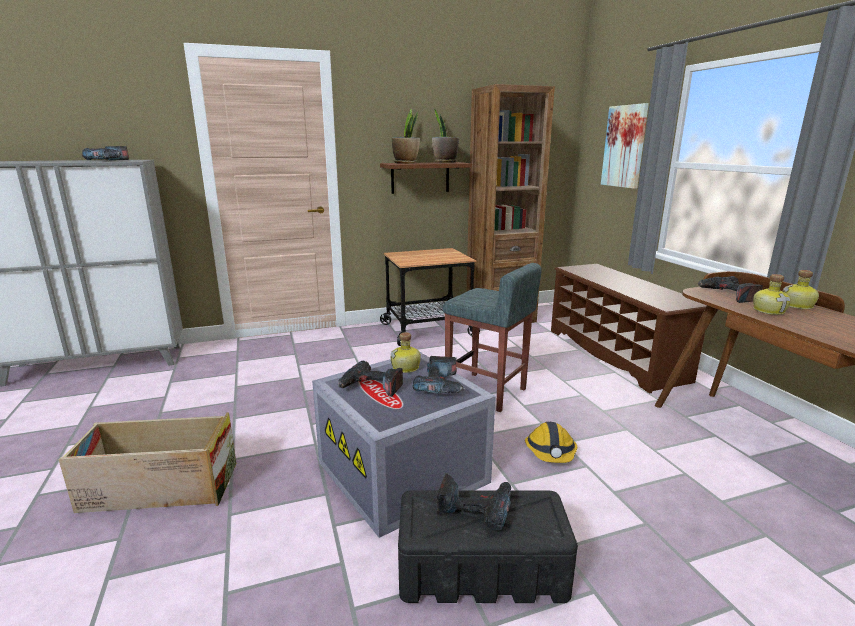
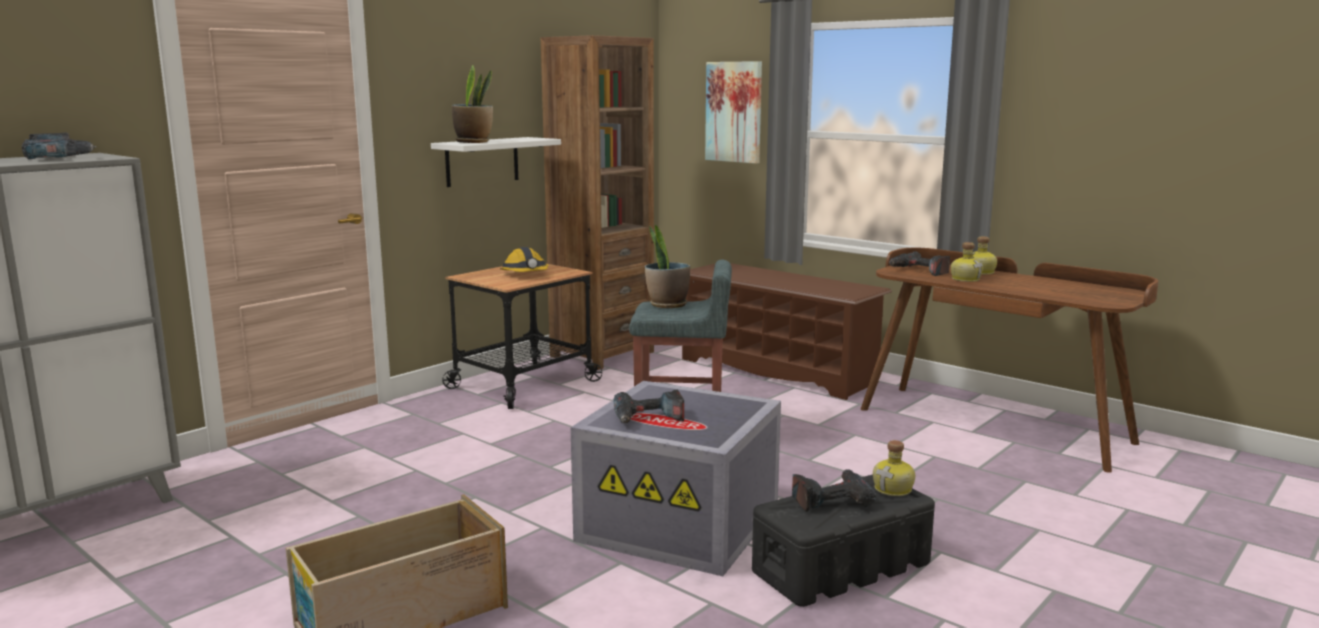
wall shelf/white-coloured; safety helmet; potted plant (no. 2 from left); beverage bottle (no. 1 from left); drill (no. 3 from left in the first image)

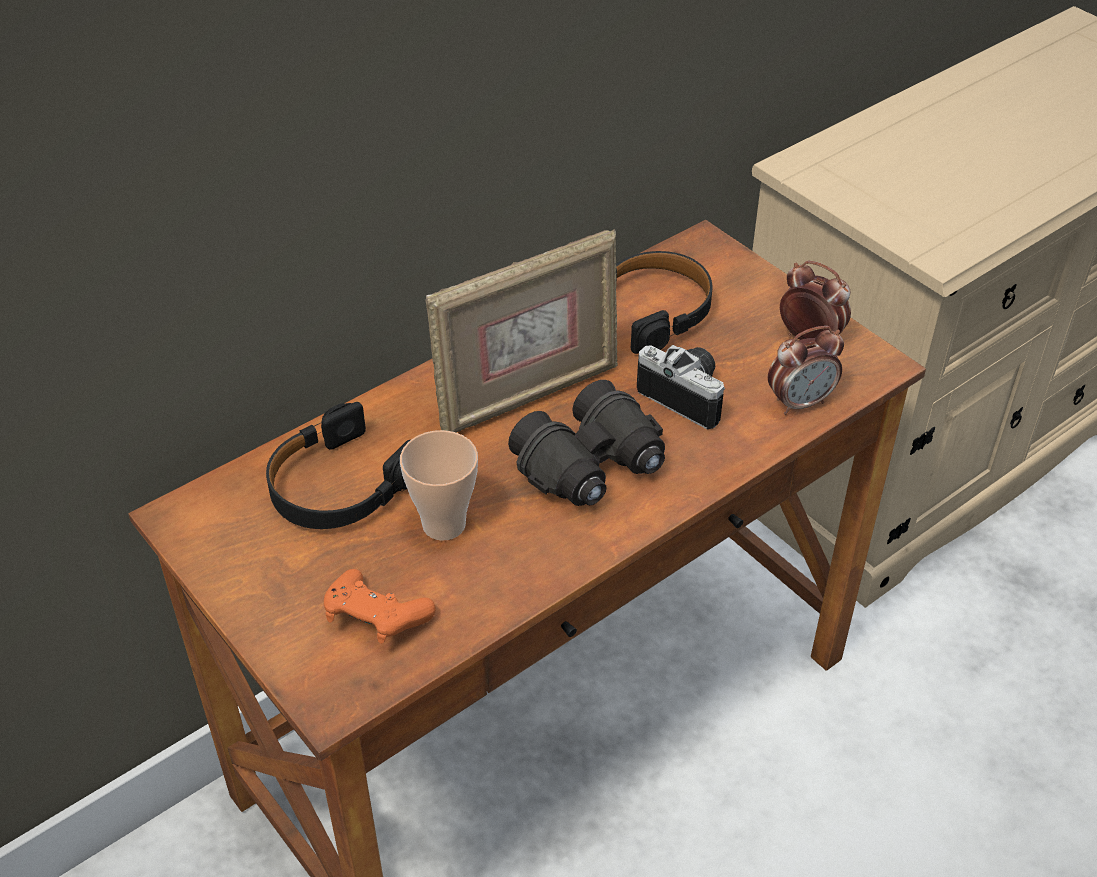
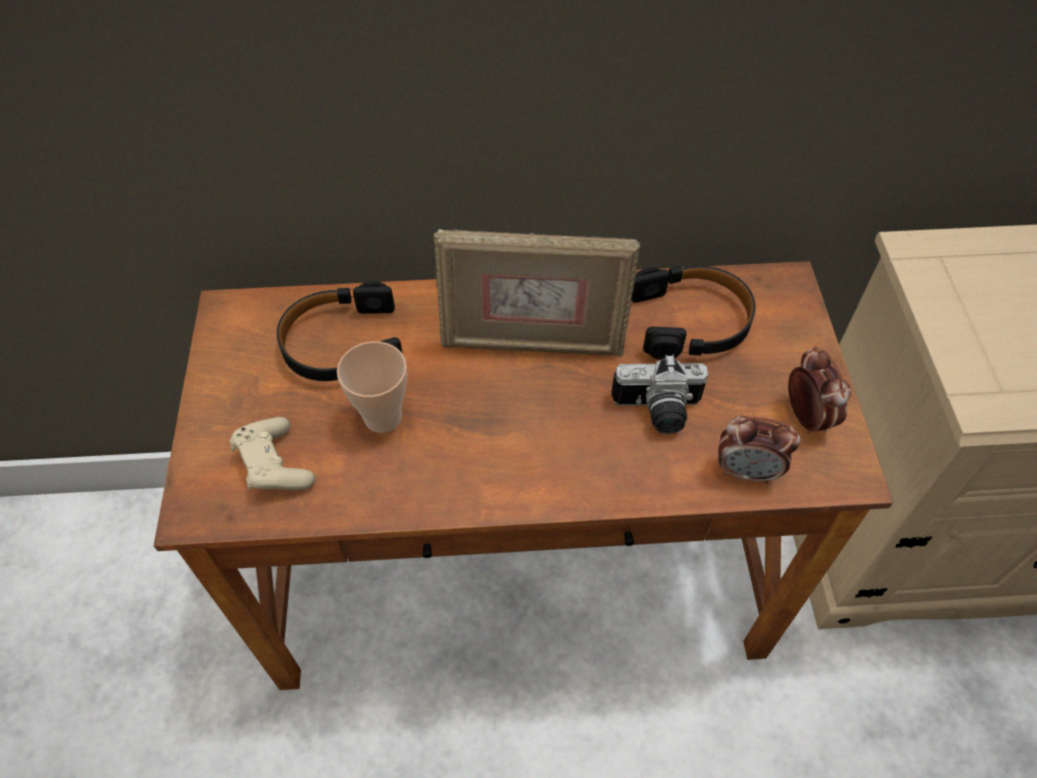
gamepad/beige-coloured; still camera; binoculars/black-coloured

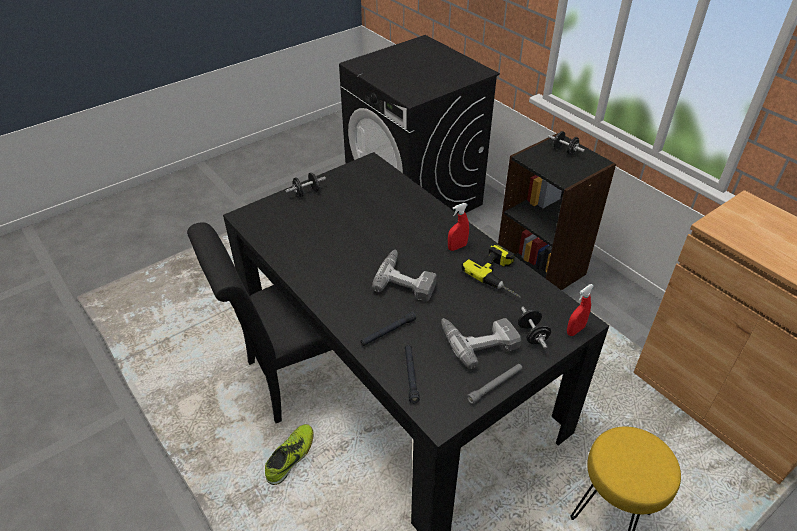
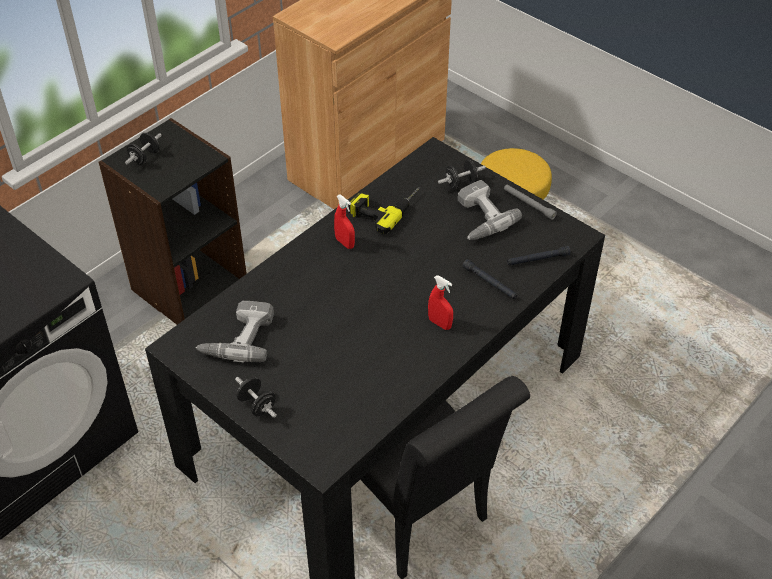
drill (no. 1 from left); hand sprayer/reddish (no. 2 from left); item of footwear

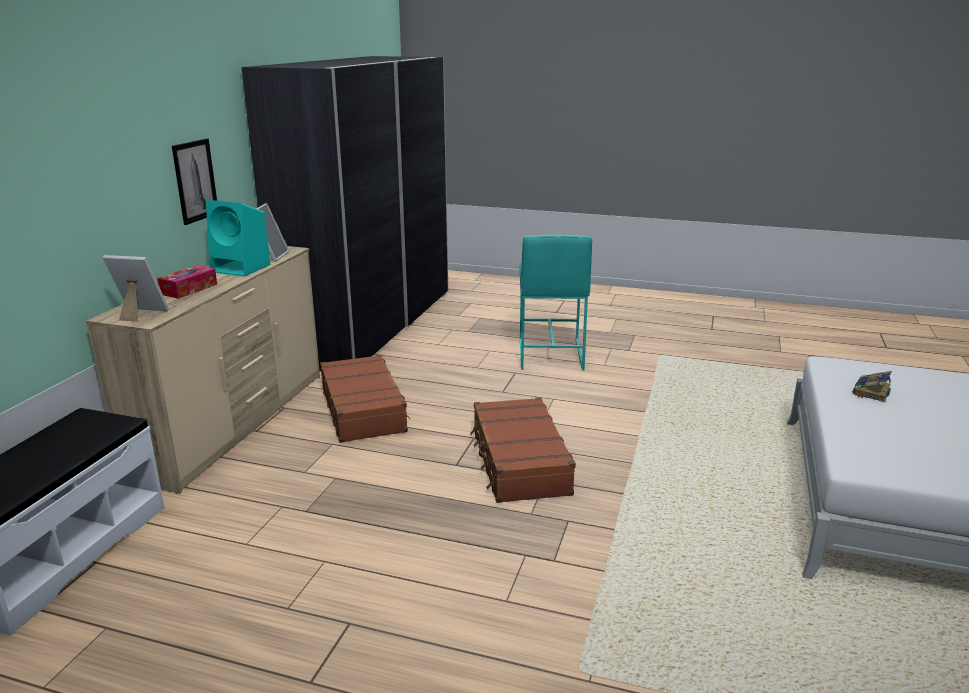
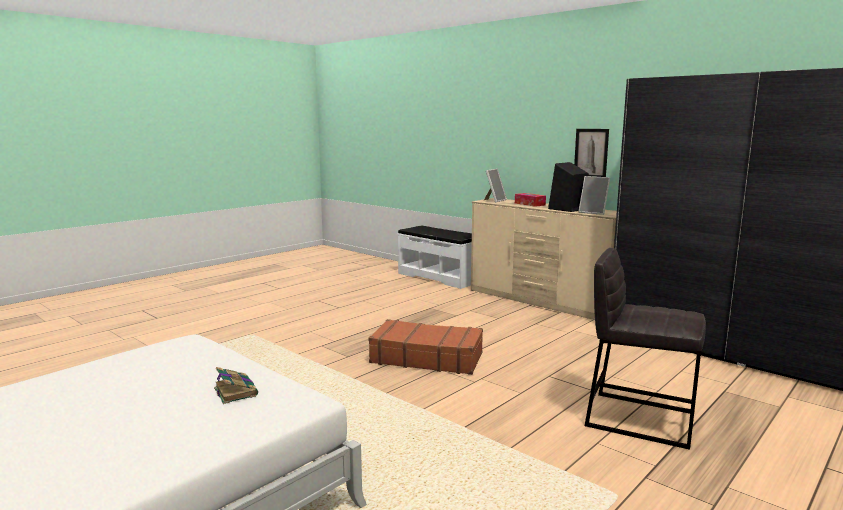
loudspeaker/black-coloured; stool/greyish; suitcase/brownish (no. 1 from left in the first image)

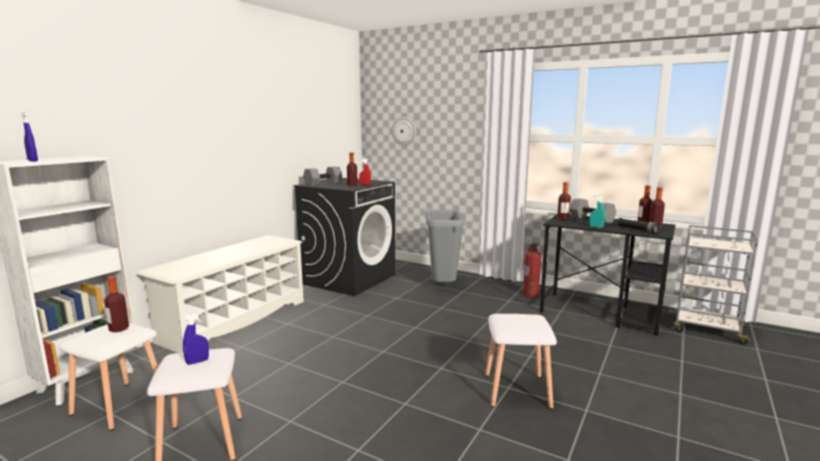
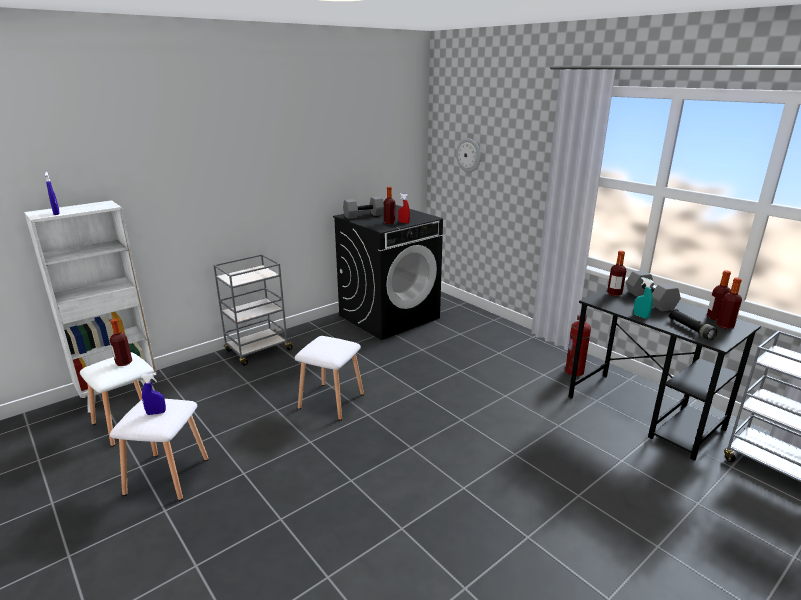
cart/greyish (no. 1 from left); stool/white-coloured (no. 3 from left); rubbish bin/greyish

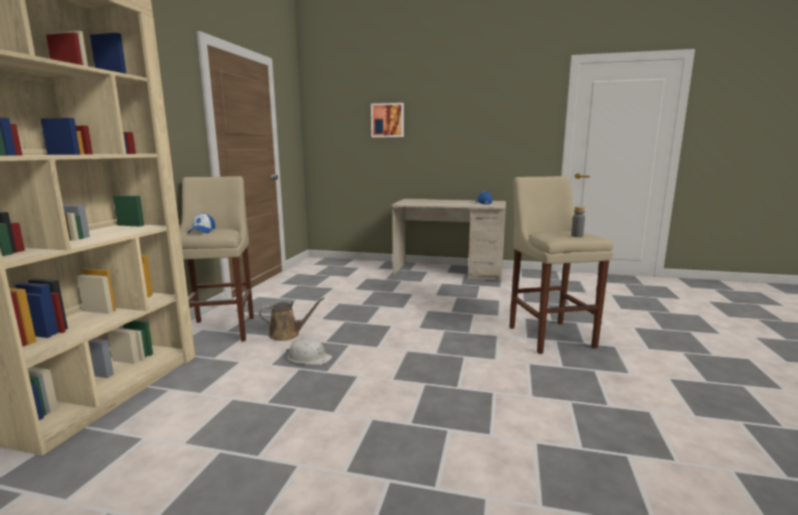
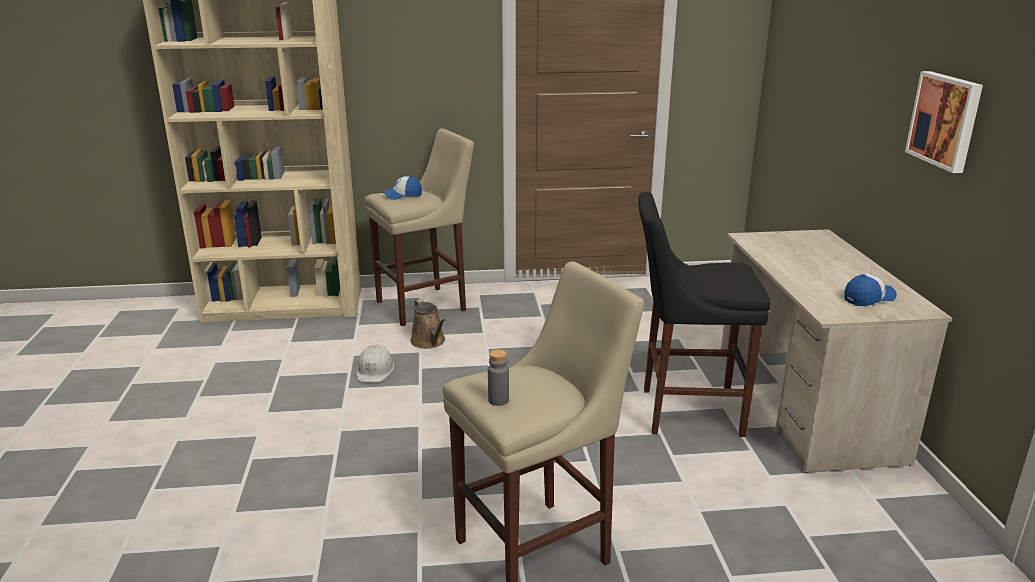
stool/black-coloured; wall art

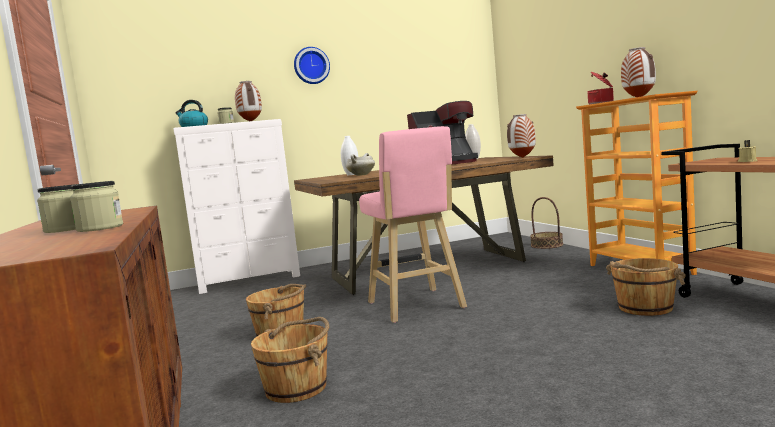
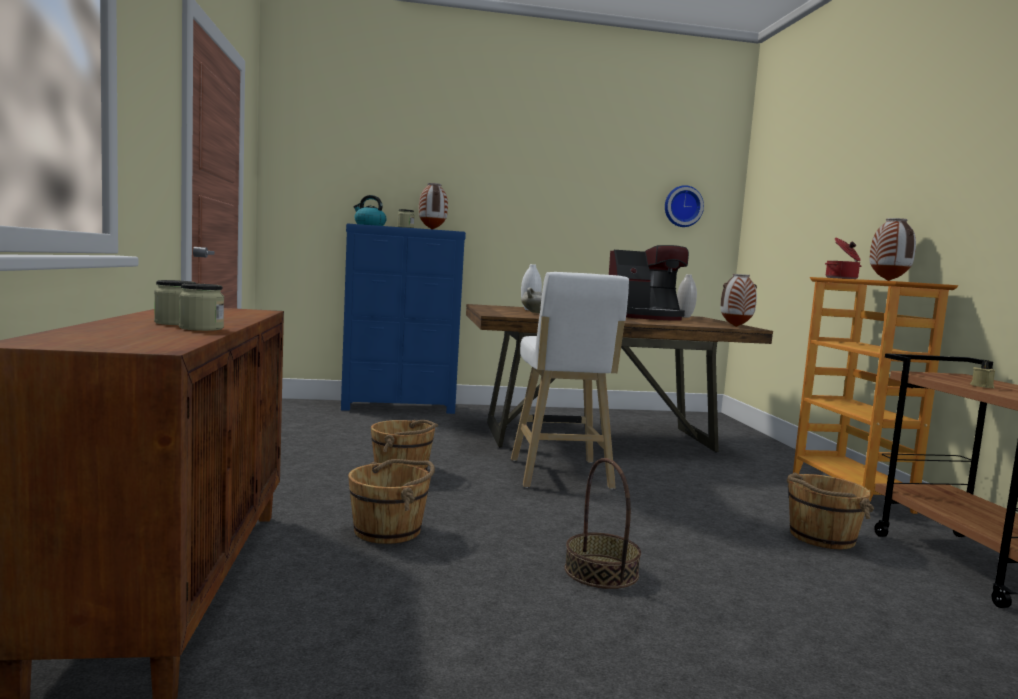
dresser/blue-coloured; stool/white-coloured; household basket; clock on the wall

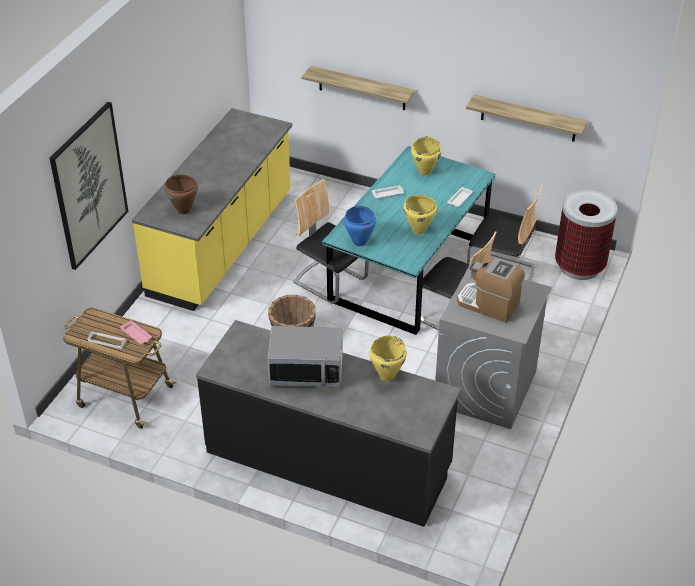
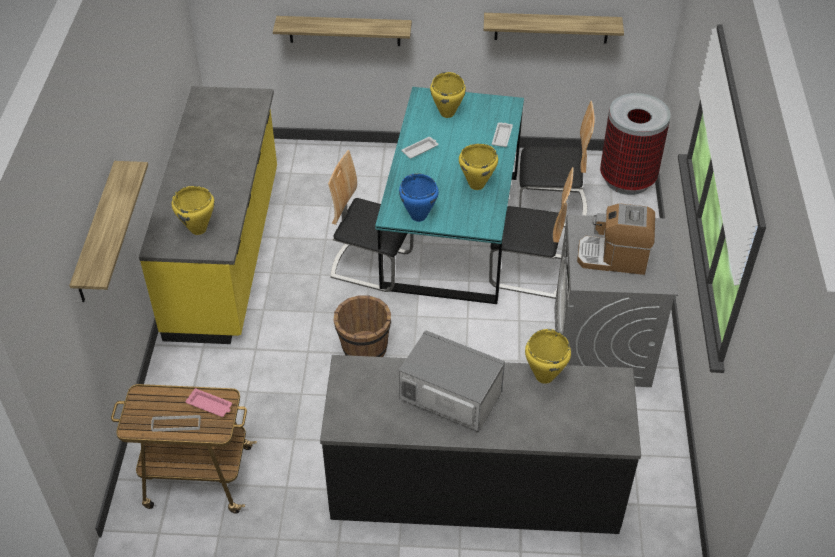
wall shelf (no. 1 from left); cooking pot/yellowish (no. 1 from left); kitchen microwave

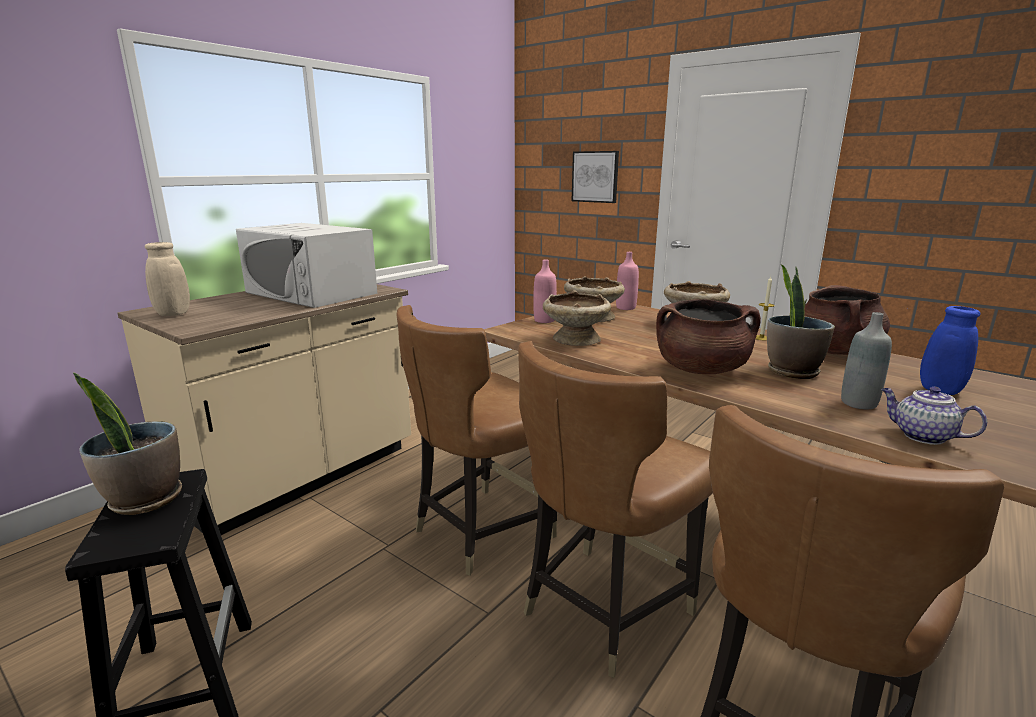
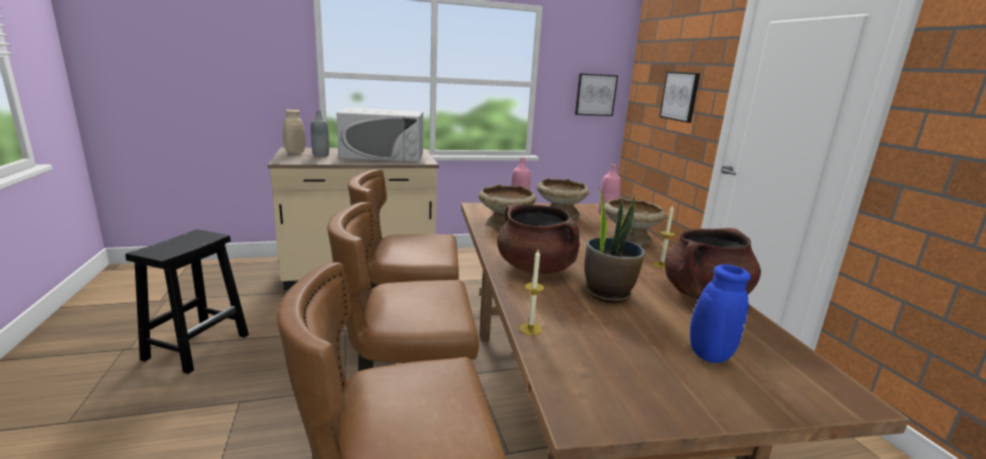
beverage bottle/greyish; kitchen microwave/white-coloured; wax candle (no. 1 from left); wall art (no. 1 from left); potted plant (no. 1 from left in the first image); teapot

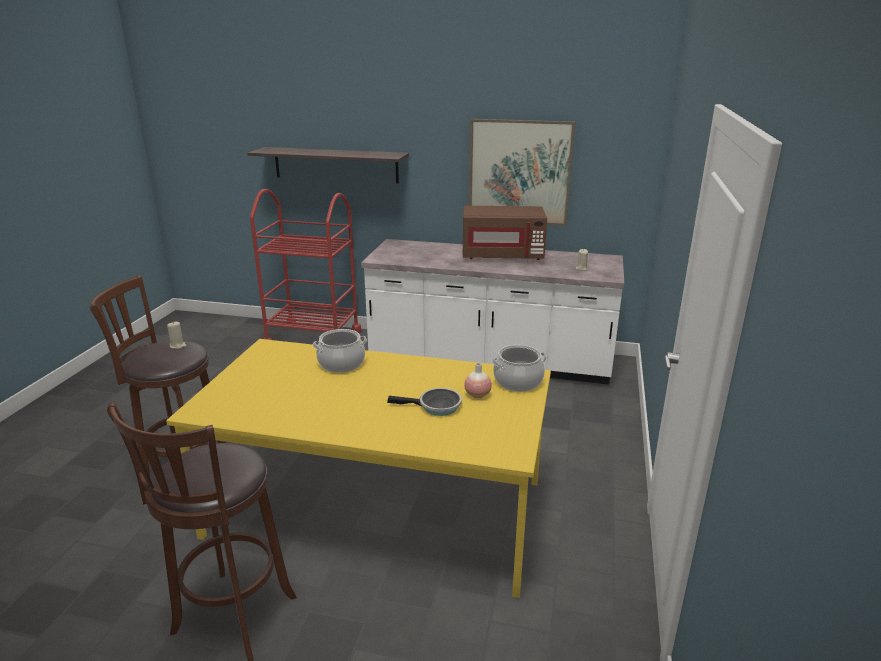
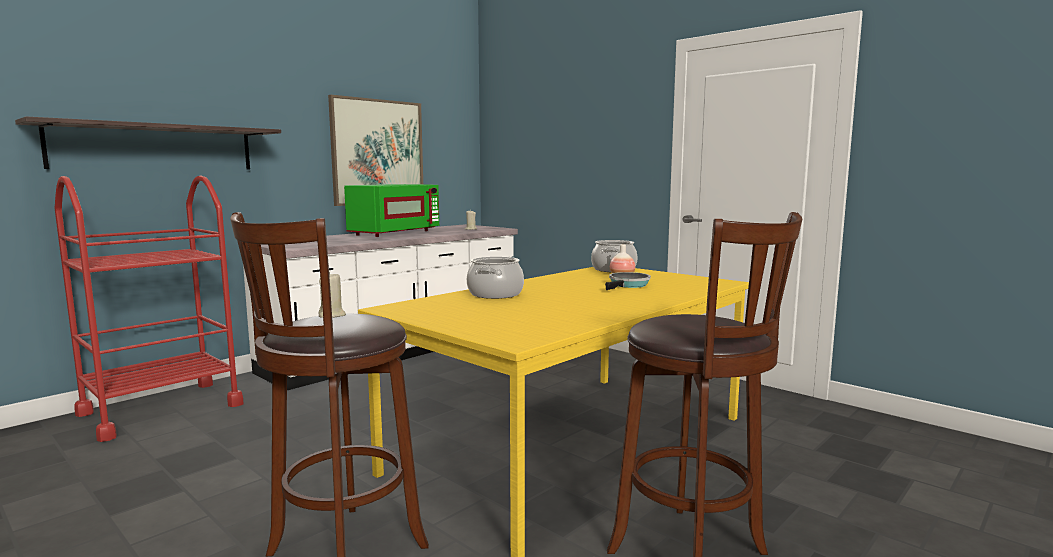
kitchen microwave/green-coloured

